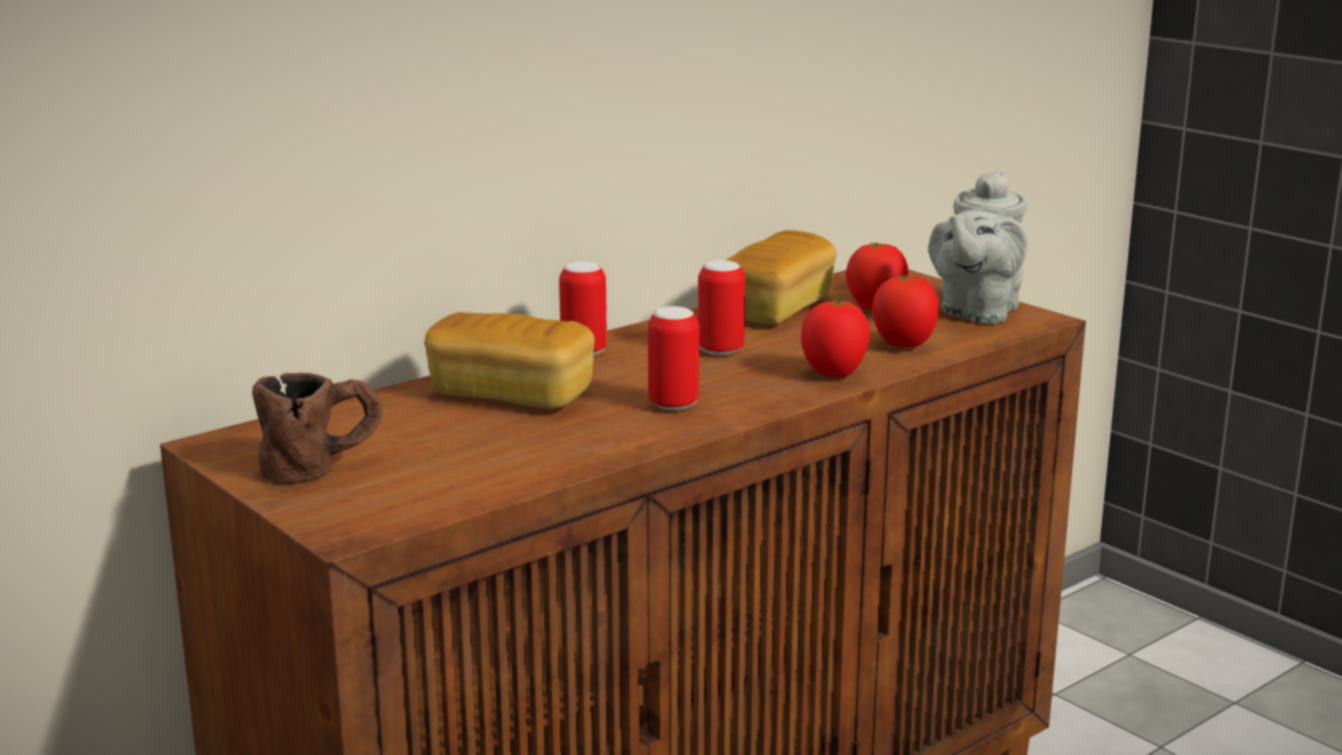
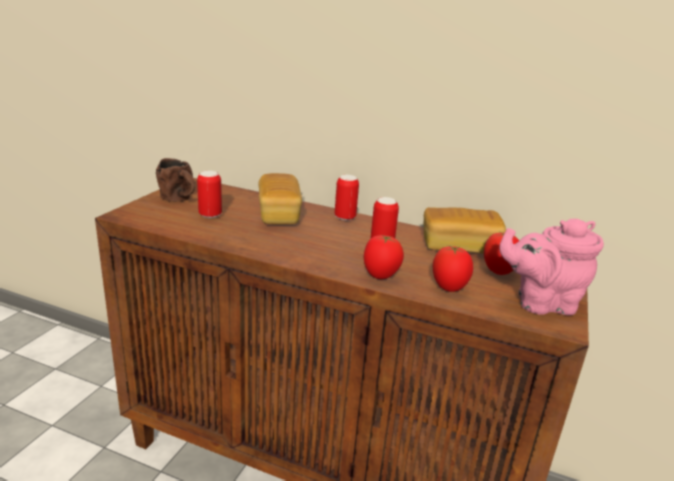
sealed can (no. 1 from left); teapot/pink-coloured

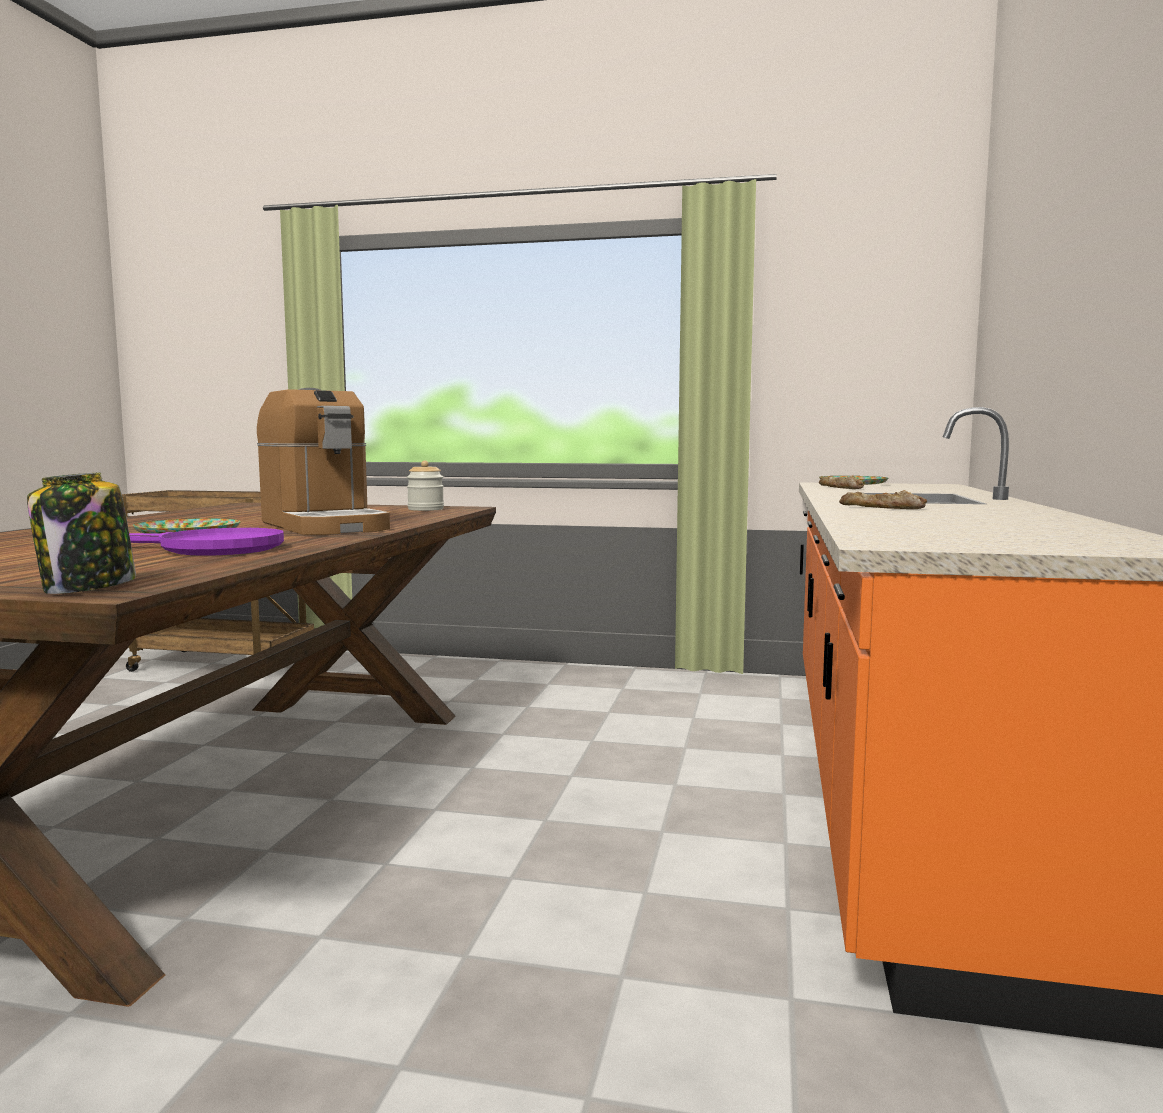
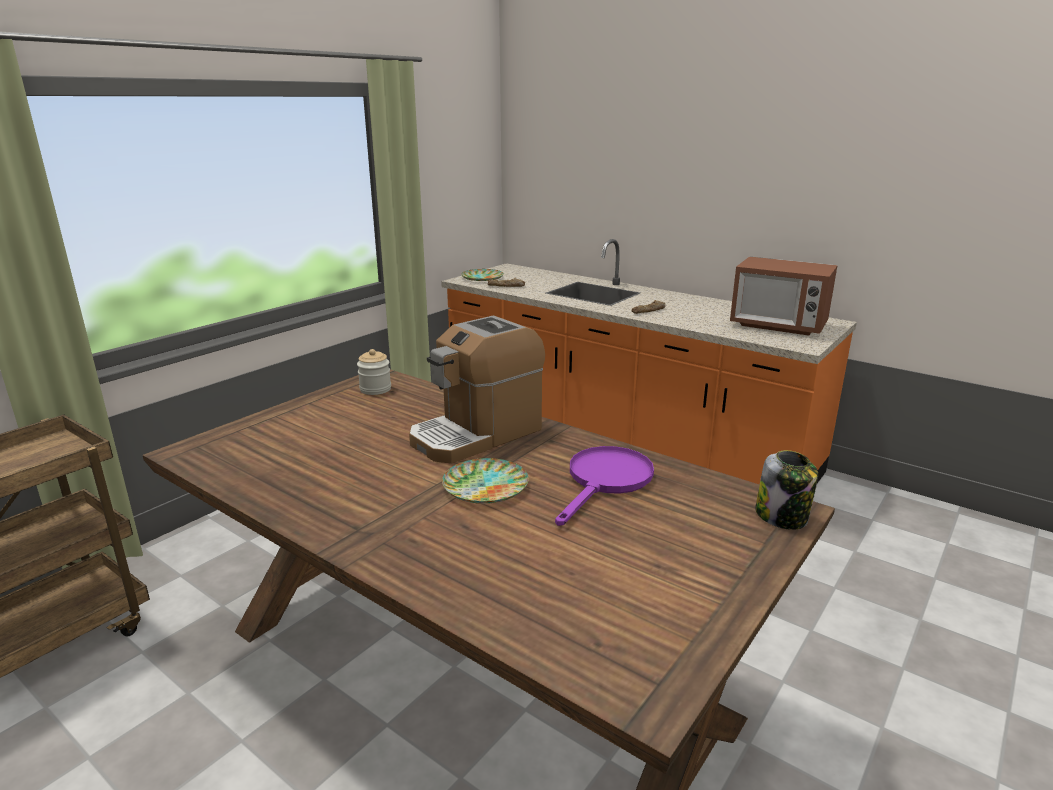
coffee brewer; kitchen microwave

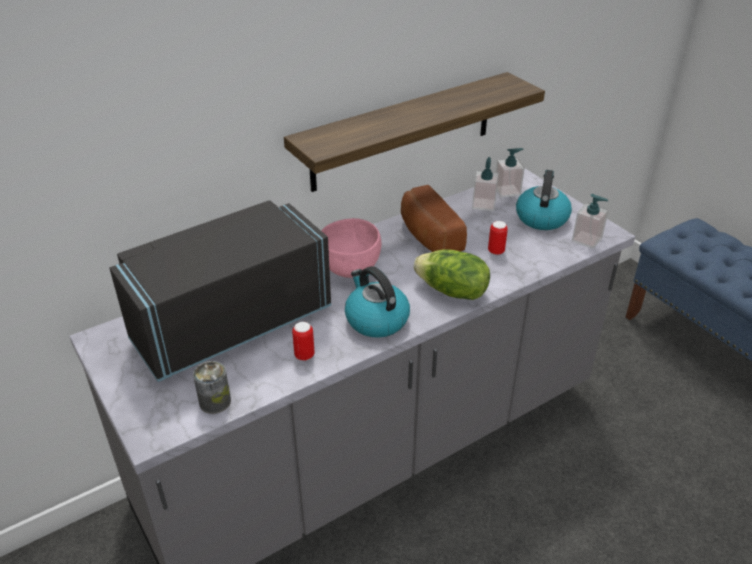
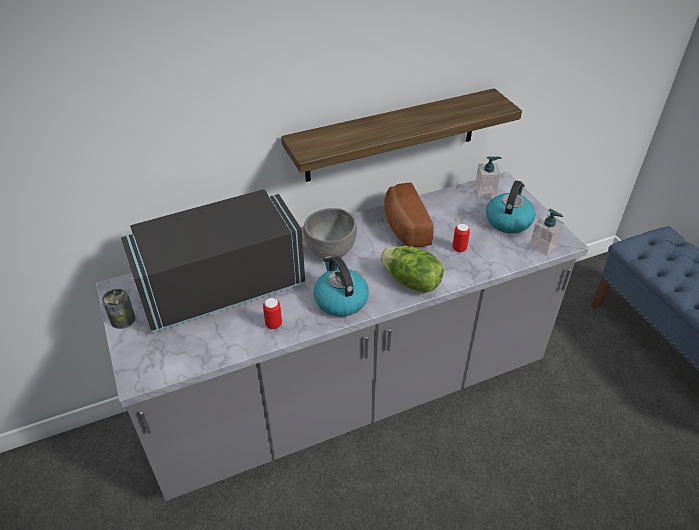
sealed can (no. 1 from left); bowl/greyish; soap dispenser (no. 1 from left in the first image)

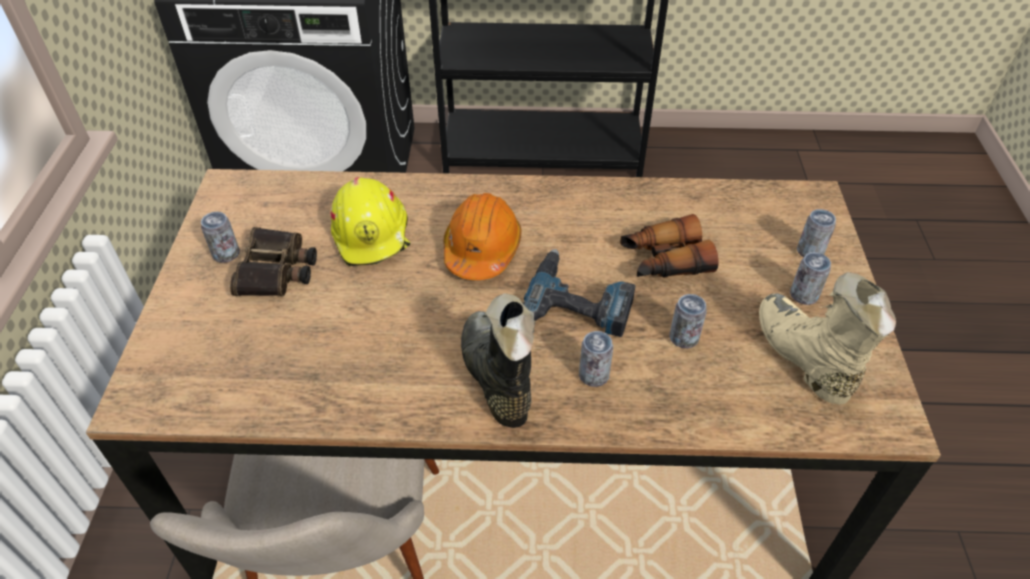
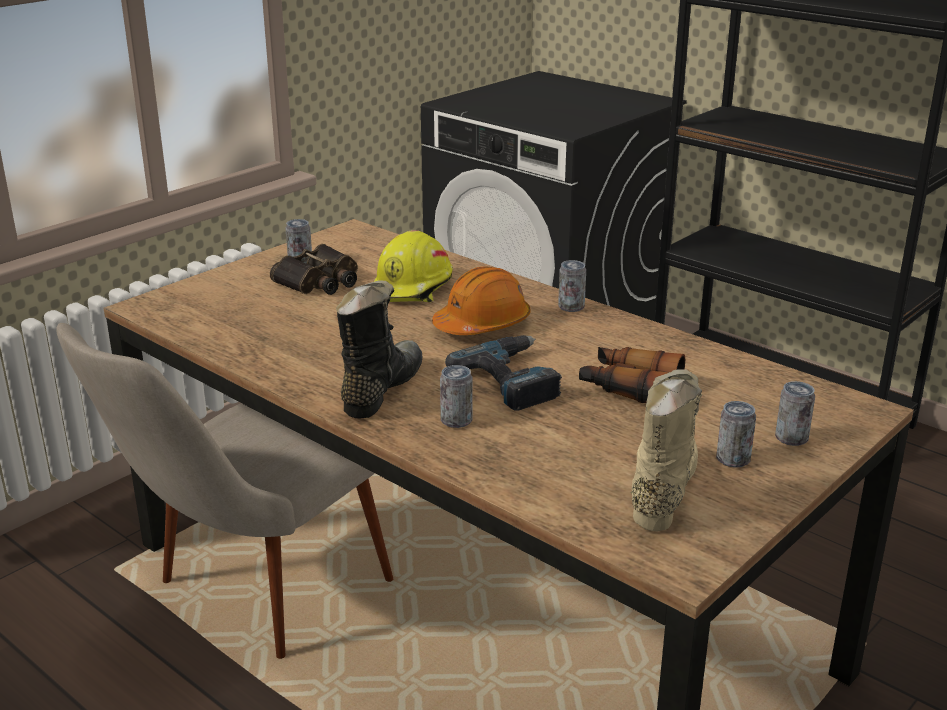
sealed can (no. 3 from left)

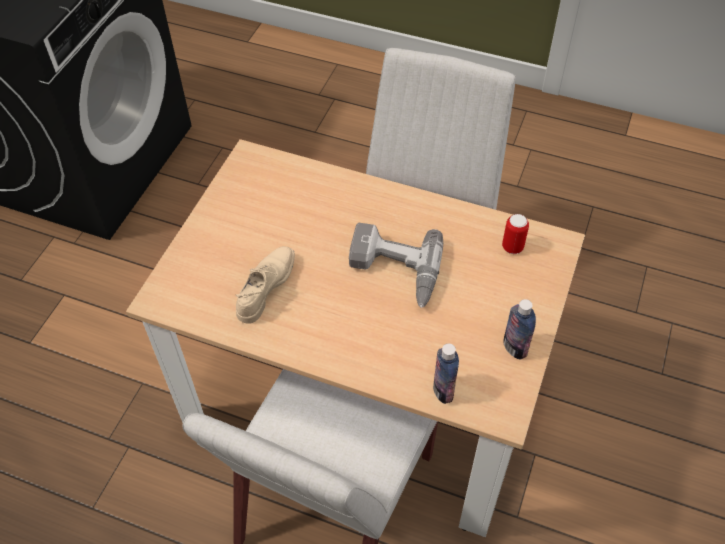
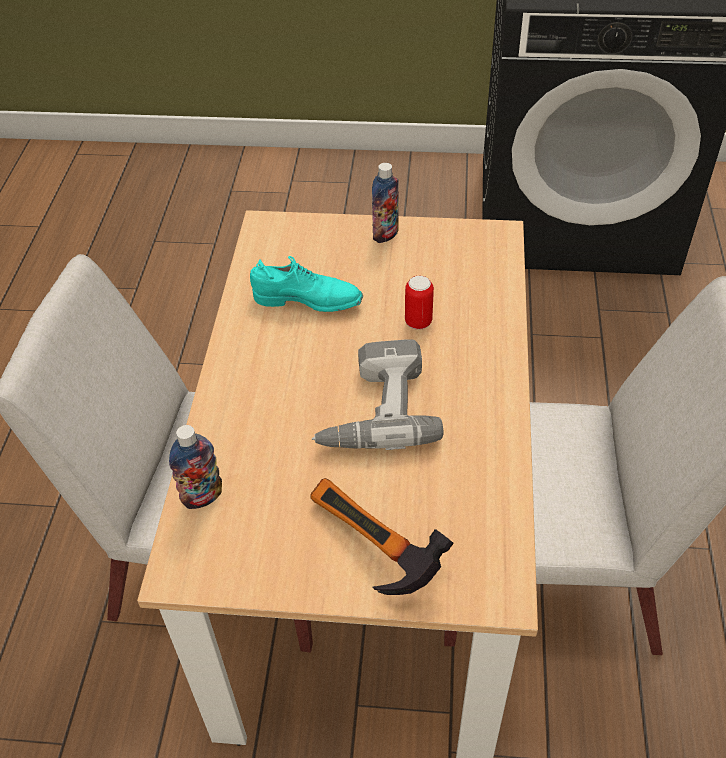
item of footwear/turquoise-coloured; hand hammer; beverage bottle (no. 2 from left); sealed can

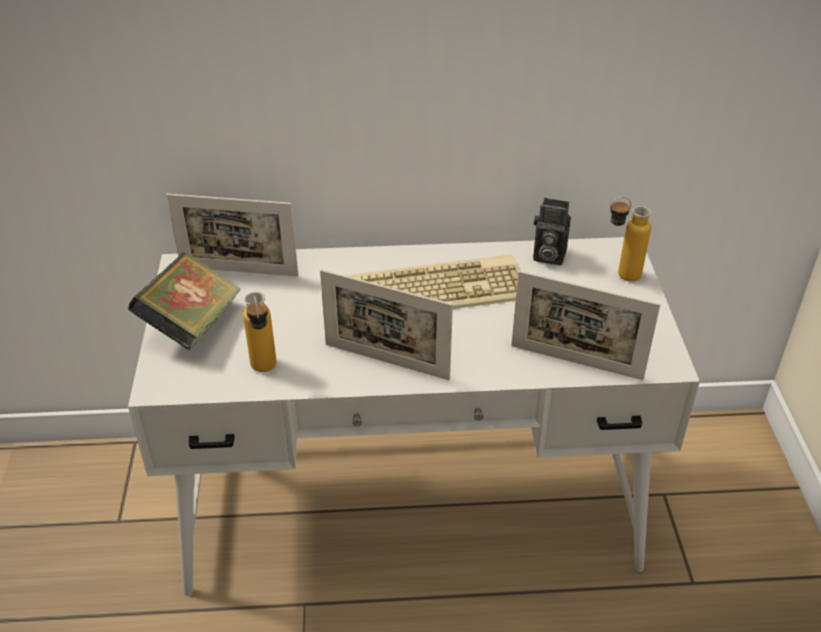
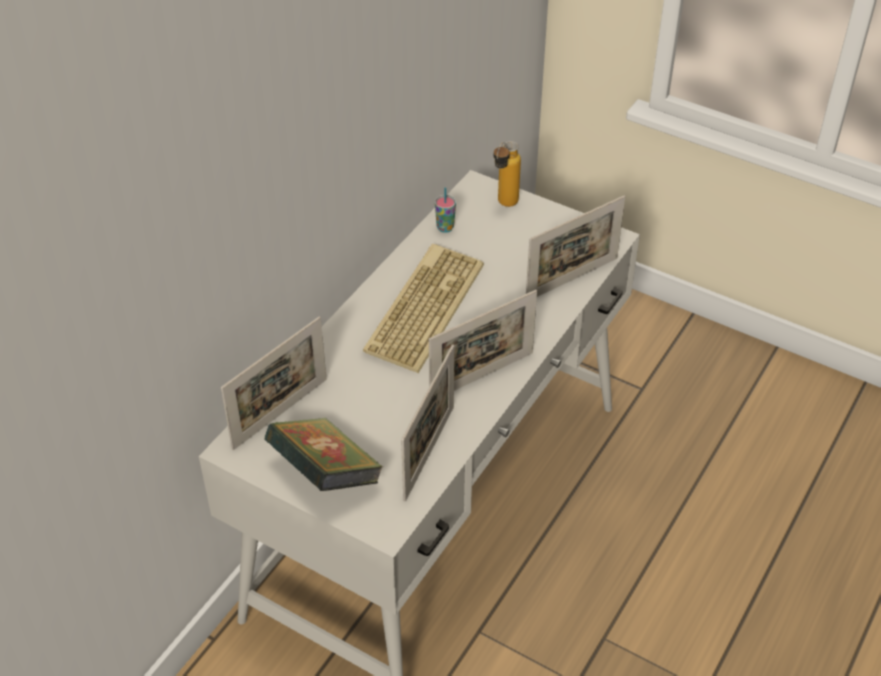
standing frame (no. 2 from left); drinking cup

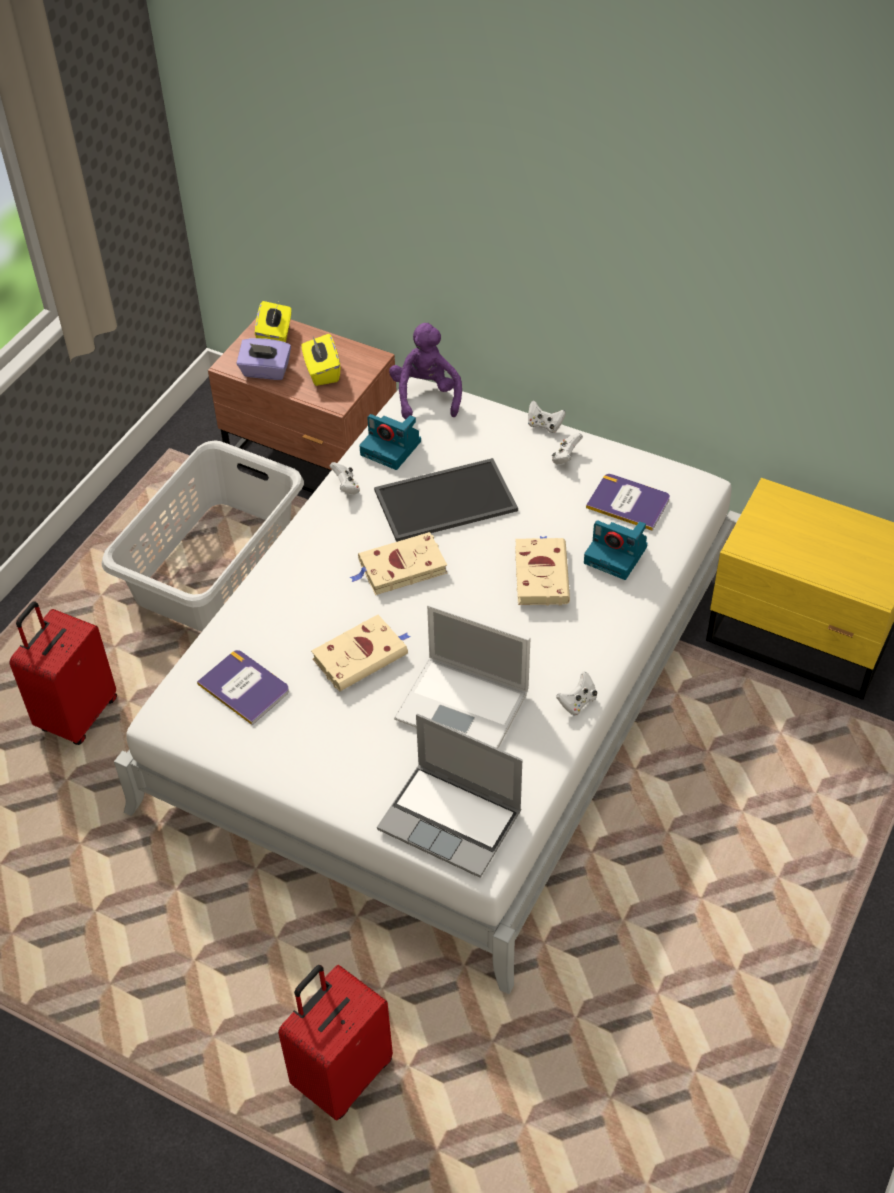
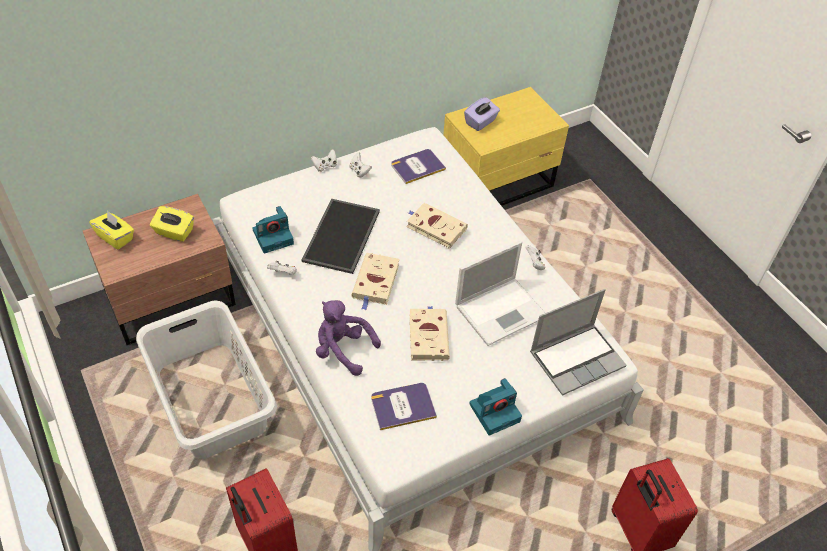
soft toy/purple; tissue holder/purple; still camera (no. 2 from left)

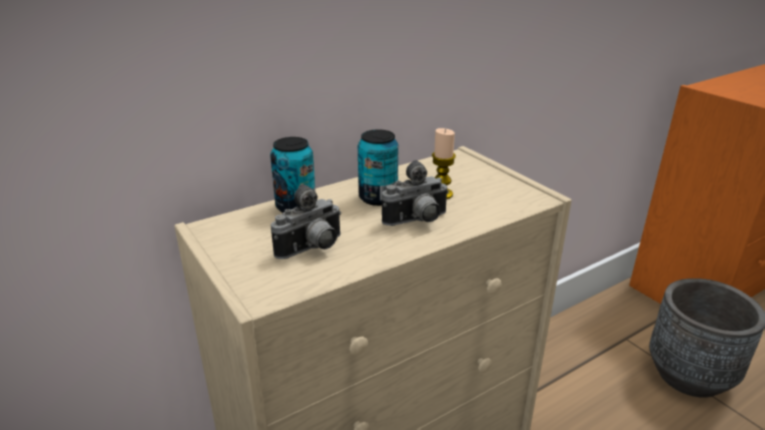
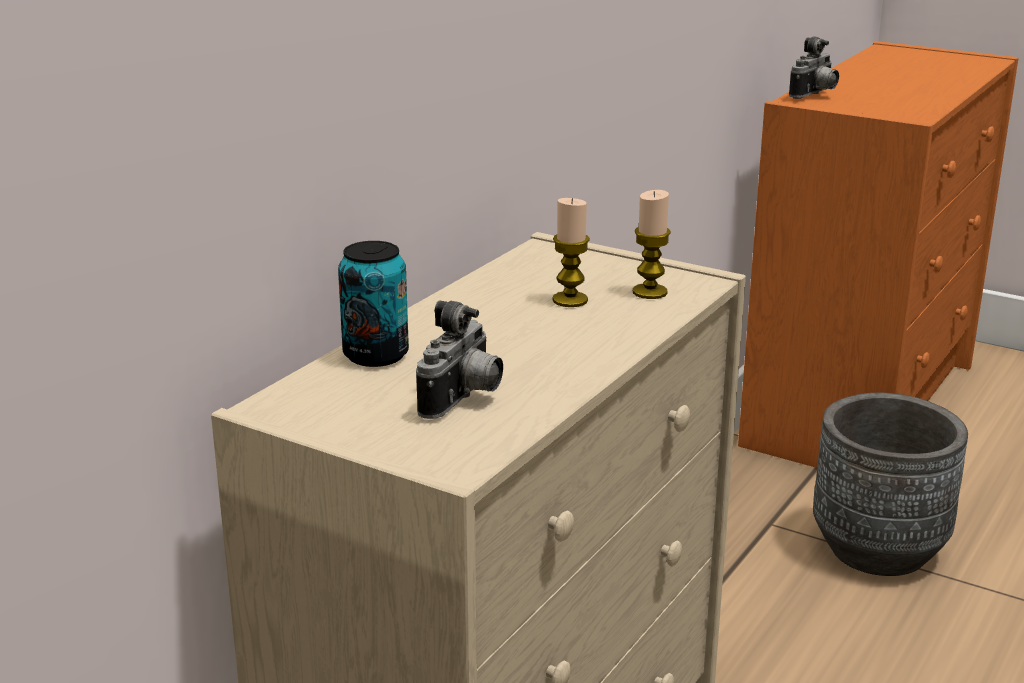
wax candle (no. 2 from left); still camera (no. 2 from left); sealed can (no. 2 from left in the first image)

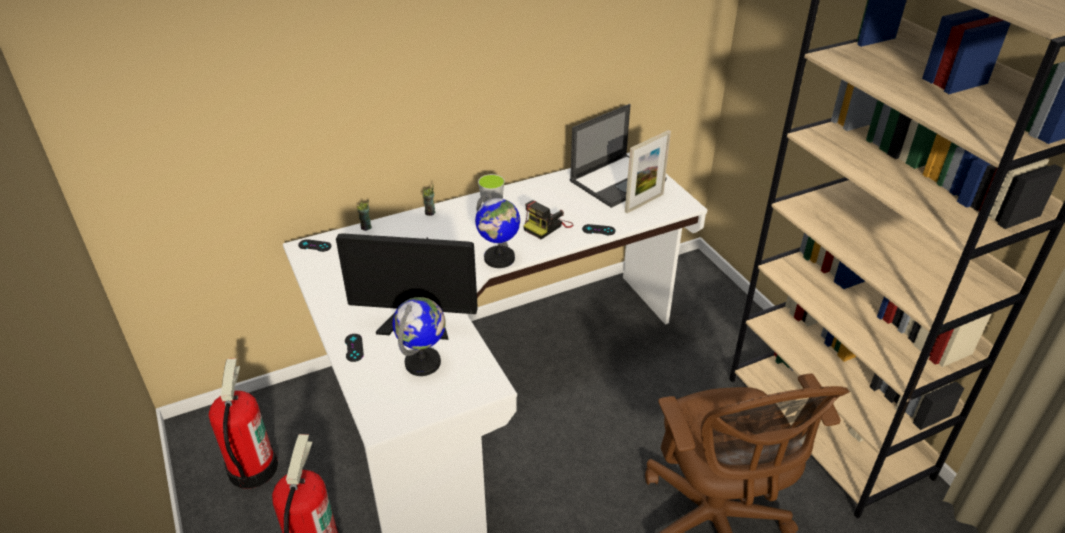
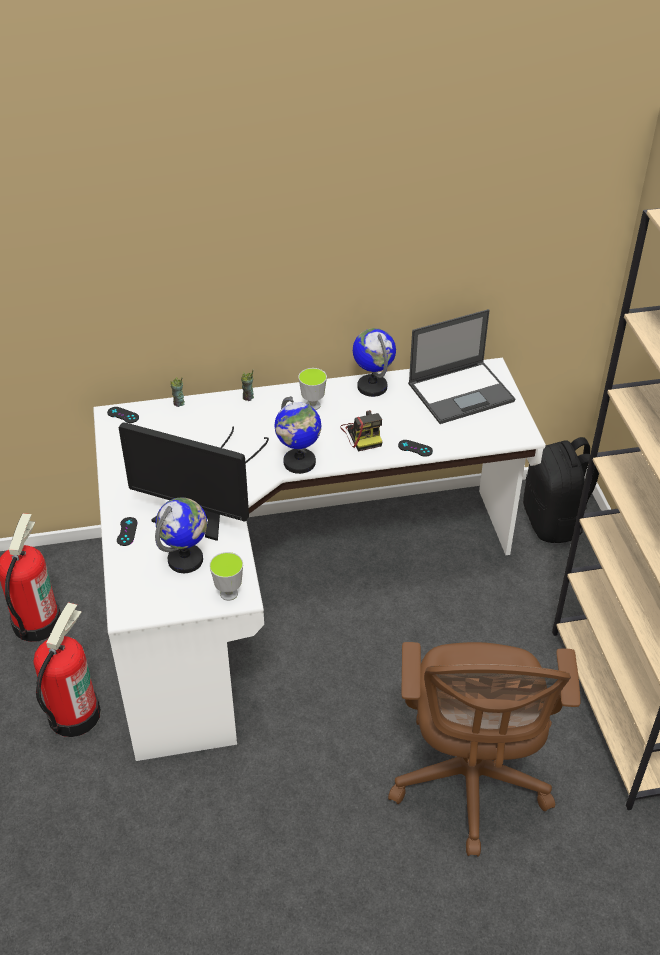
drinking cup (no. 2 from left); still camera; globe (no. 3 from left); knapsack/black-coloured; standing frame

